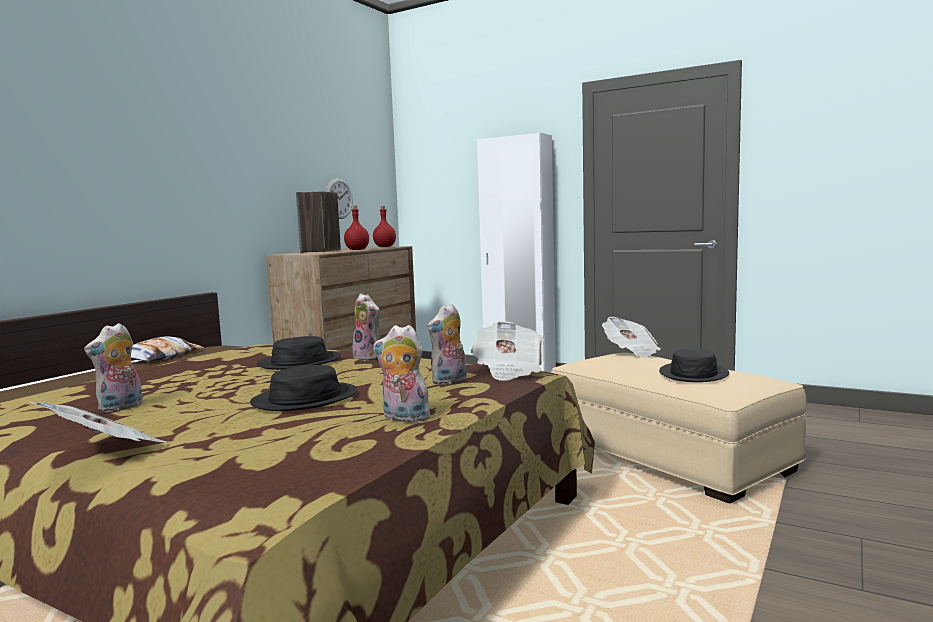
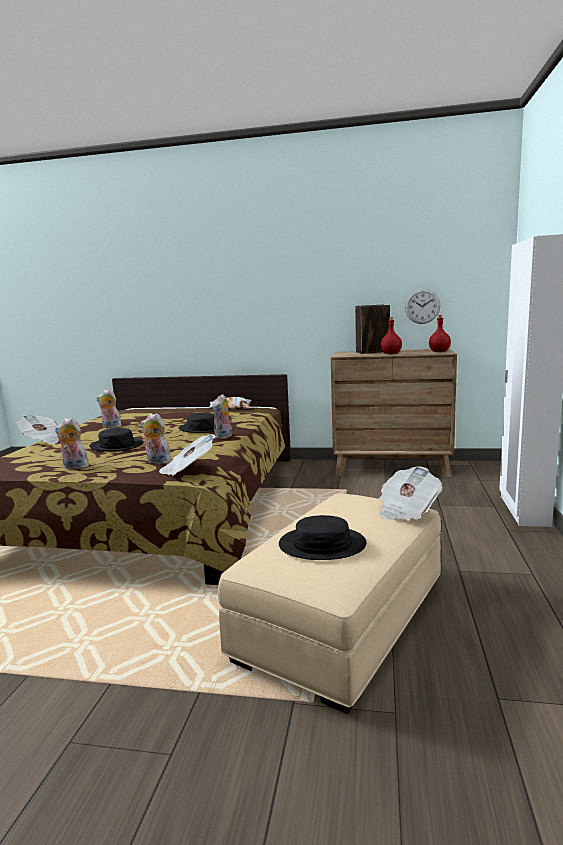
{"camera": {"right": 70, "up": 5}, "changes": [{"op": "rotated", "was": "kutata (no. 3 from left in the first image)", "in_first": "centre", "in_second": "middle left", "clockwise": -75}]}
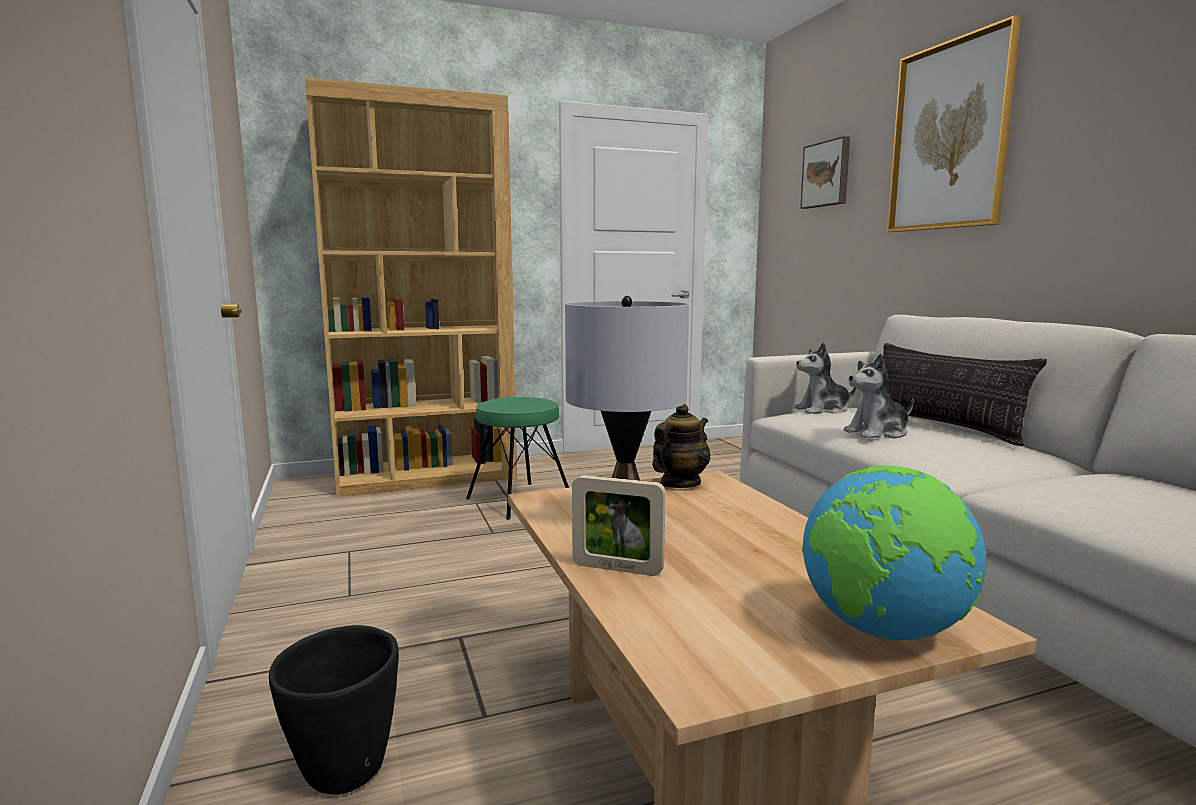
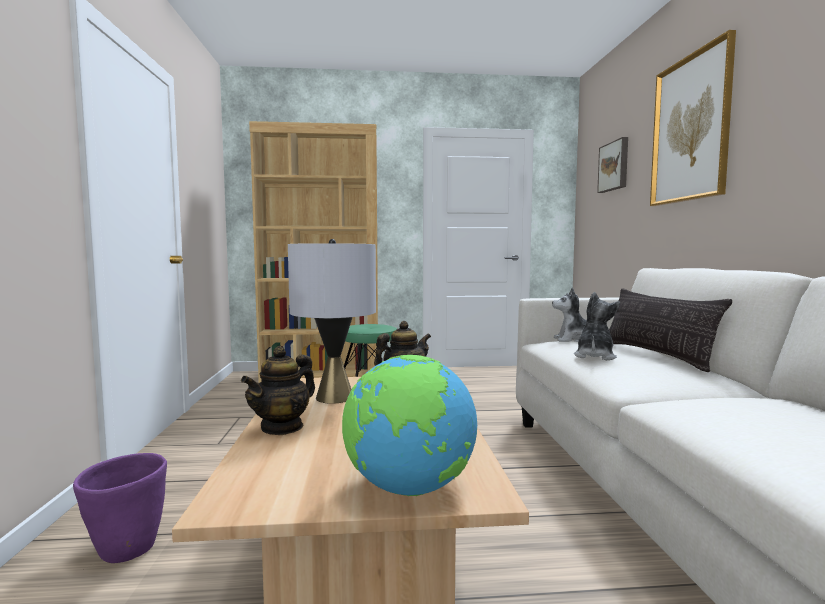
{"camera": {"right": 15, "up": -5}, "changes": [{"op": "repainted", "was": "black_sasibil", "now": "purple_sasibil", "in_first": "bottom left", "in_second": "bottom left"}, {"op": "swapped", "was": "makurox", "now": "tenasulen (no. 1 from left)", "in_first": "centre", "in_second": "centre"}, {"op": "rotated", "was": "kutata (no. 2 from left)", "in_first": "middle right", "in_second": "middle right", "clockwise": 120}]}
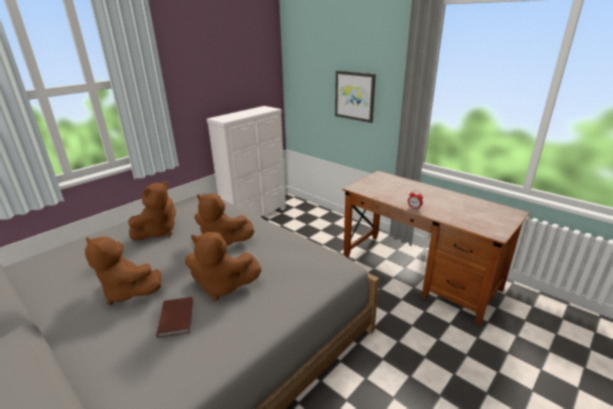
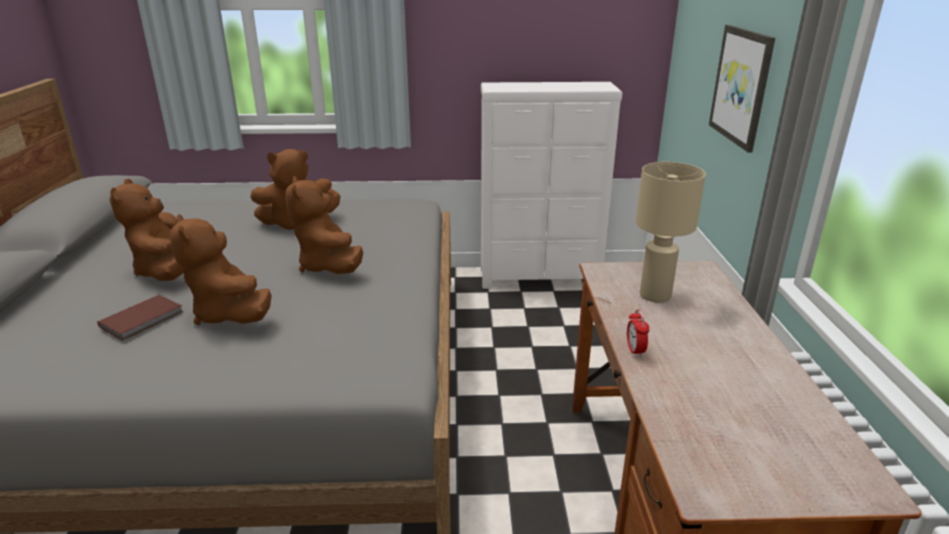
{"camera": {"right": 45, "up": 0}, "changes": [{"op": "new", "now": "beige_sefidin", "in_second": "middle right"}]}
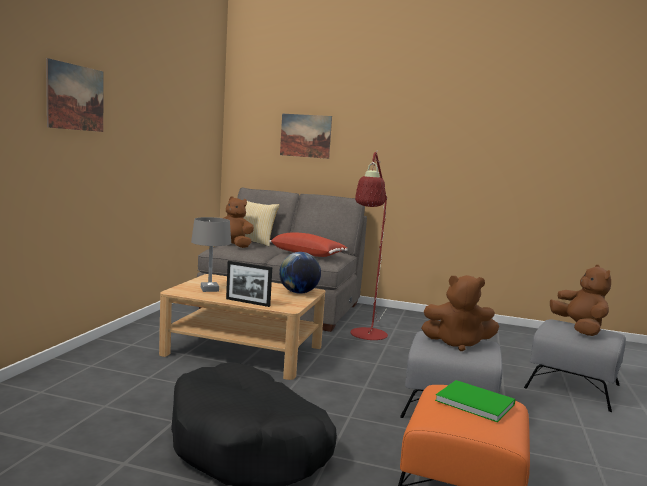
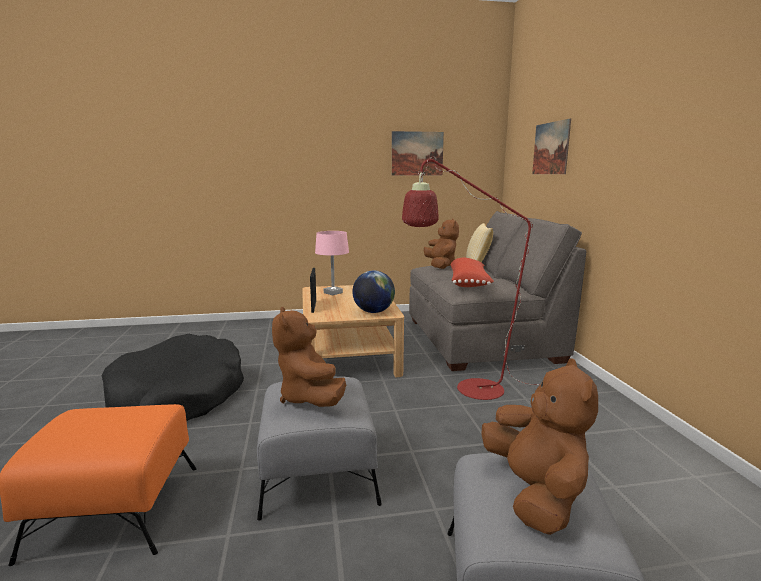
{"camera": {"right": 65, "up": 5}, "changes": [{"op": "repainted", "was": "grey_sefidin", "now": "pink_sefidin", "in_first": "middle left", "in_second": "centre"}, {"op": "shifted", "was": "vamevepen (no. 1 from left)", "in_first": "top left", "in_second": "top centre"}, {"op": "rotated", "was": "brown_kutata (no. 3 from left)", "in_first": "middle right", "in_second": "bottom right", "clockwise": -60}, {"op": "gone", "was": "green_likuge", "in_first": "bottom right"}]}
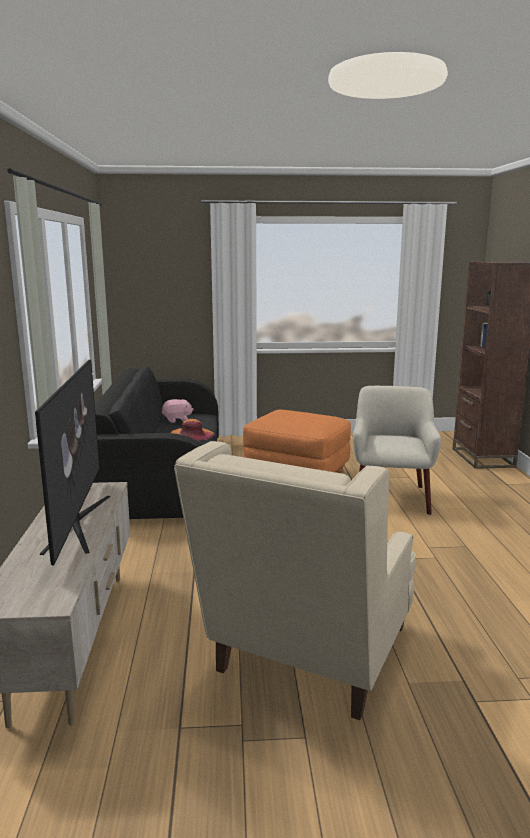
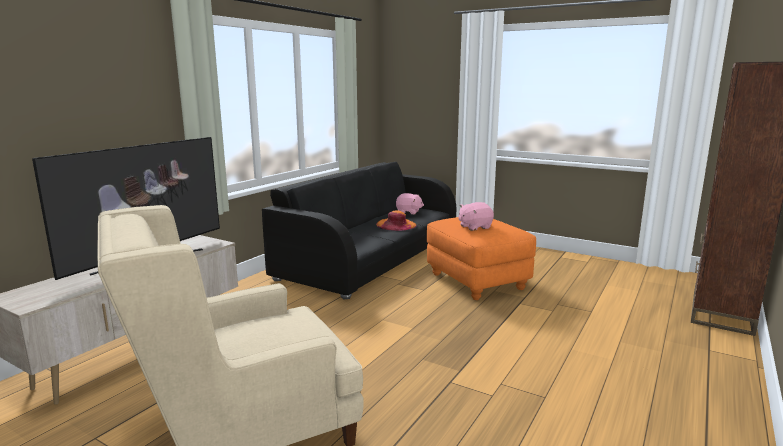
{"camera": {"right": 35, "up": 0}, "changes": [{"op": "new", "now": "pink_kutata (no. 2 from left)", "in_second": "centre"}, {"op": "gone", "was": "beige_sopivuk (no. 2 from left)", "in_first": "middle right"}]}
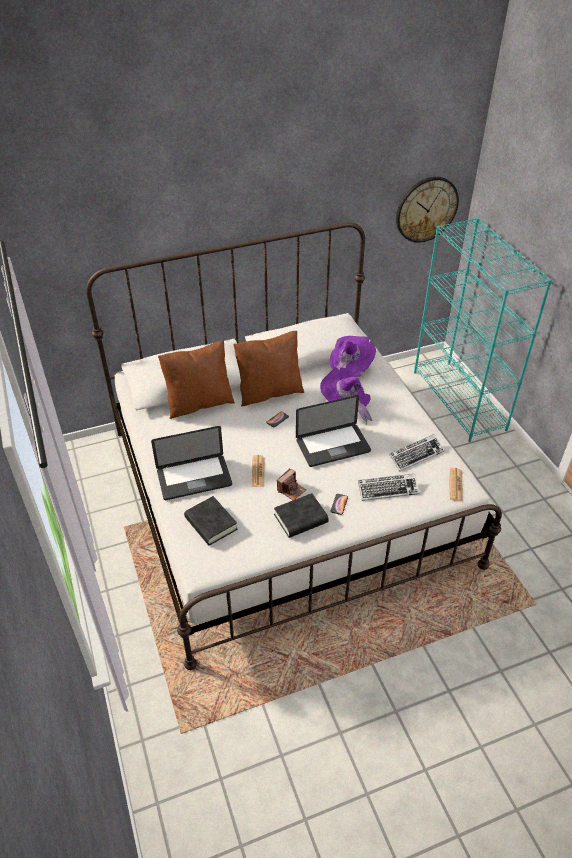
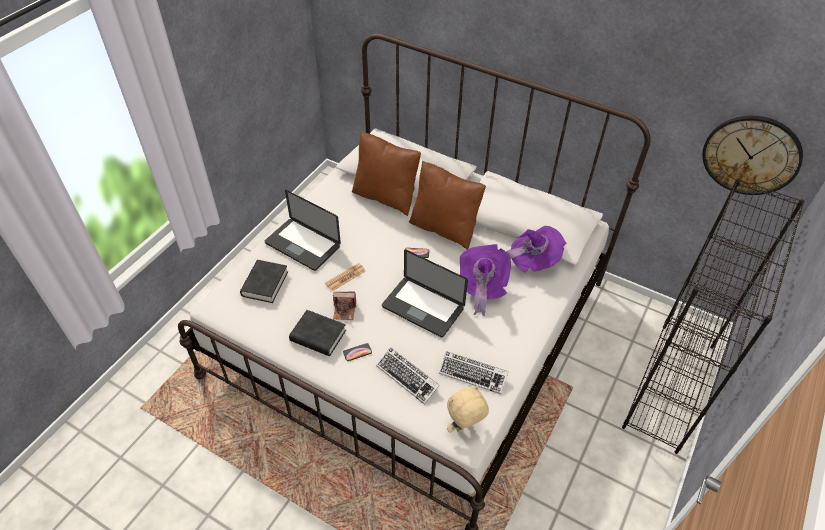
{"camera": {"right": 50, "up": 5}, "changes": [{"op": "swapped", "was": "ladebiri (no. 2 from left)", "now": "beige_kutata", "in_first": "middle right", "in_second": "bottom centre"}, {"op": "repainted", "was": "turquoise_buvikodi", "now": "black_buvikodi", "in_first": "middle right", "in_second": "middle right"}]}
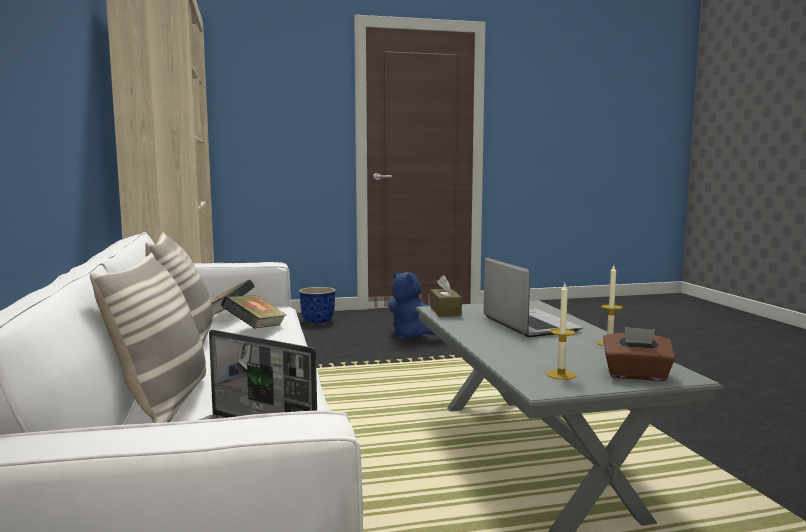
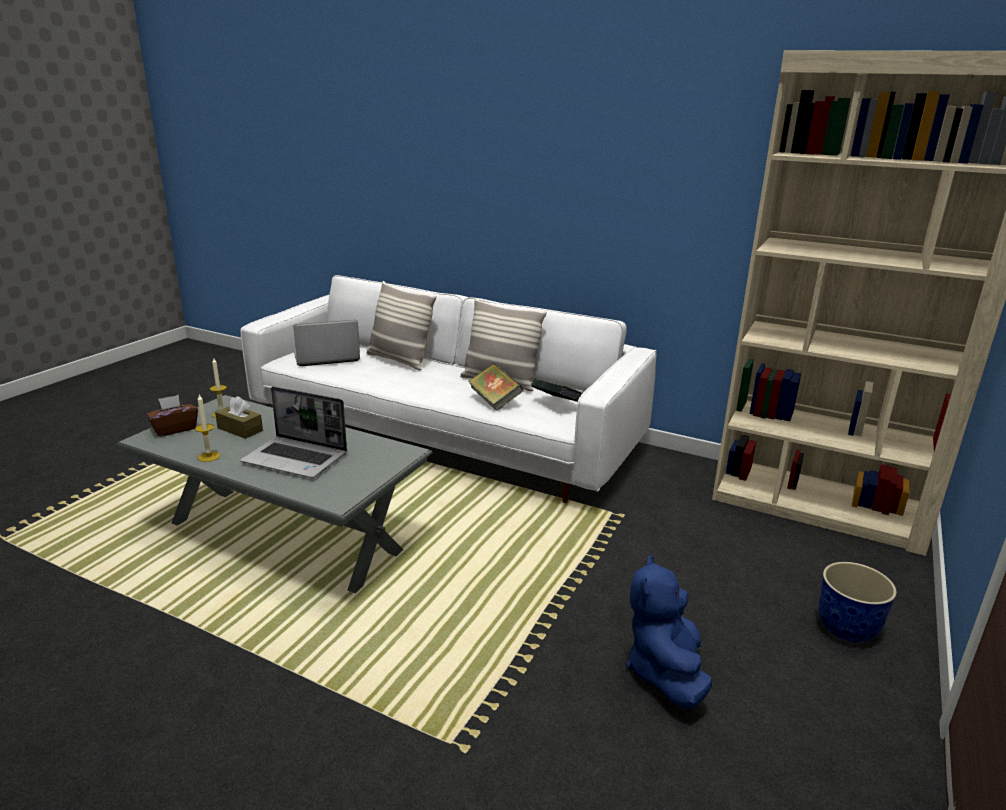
{"camera": {"right": 130, "up": 15}, "changes": [{"op": "shifted", "was": "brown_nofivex (no. 1 from left in the first image)", "now": "brown_nofivex (no. 2 from left)", "in_first": "centre", "in_second": "middle left"}, {"op": "rotated", "was": "blue_kutata", "in_first": "centre", "in_second": "bottom centre", "clockwise": -75}]}
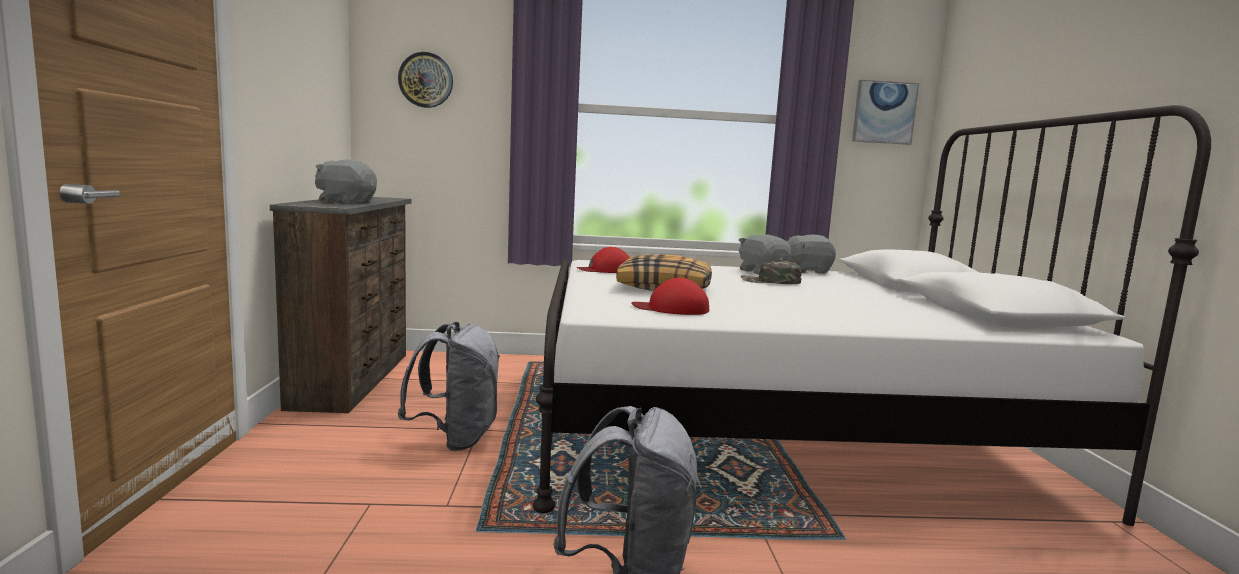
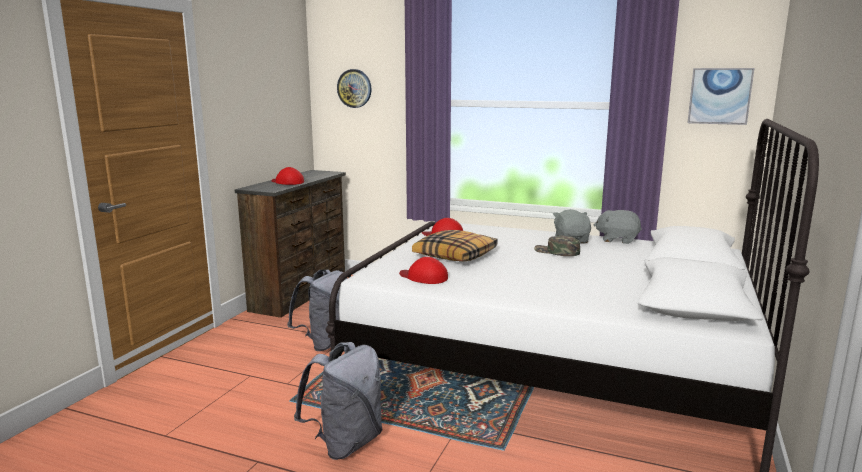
{"camera": {"right": 25, "up": 5}, "changes": [{"op": "swapped", "was": "grey_kutata (no. 1 from left)", "now": "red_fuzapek (no. 1 from left)", "in_first": "top left", "in_second": "centre"}]}
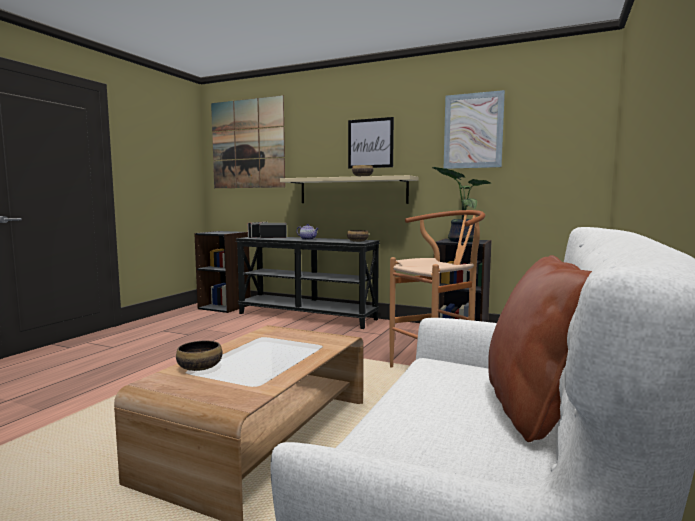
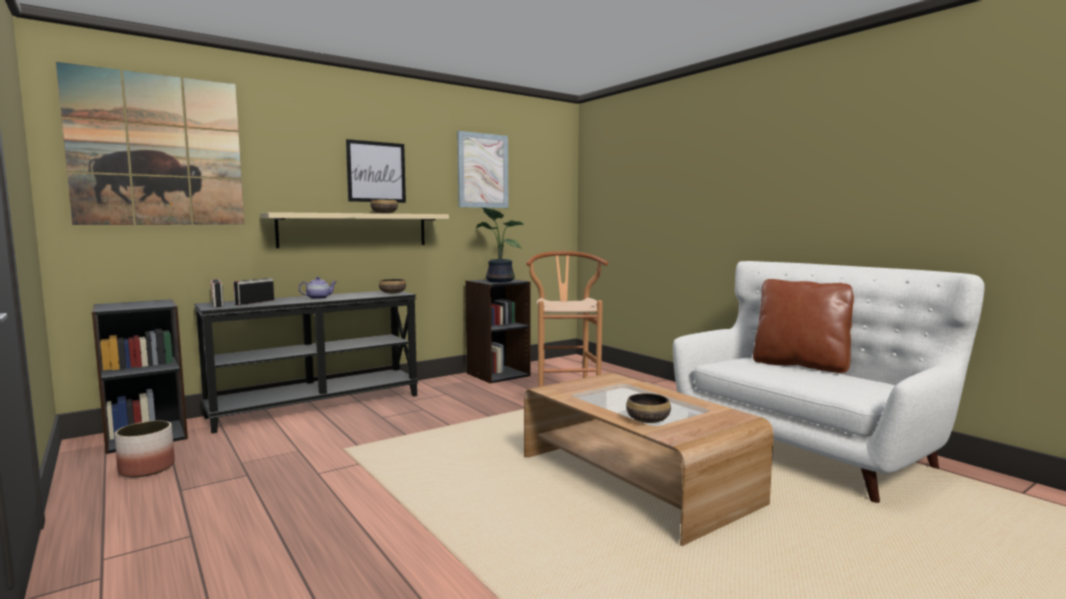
{"camera": {"right": -60, "up": 0}, "changes": [{"op": "new", "now": "sasibil", "in_second": "bottom left"}]}
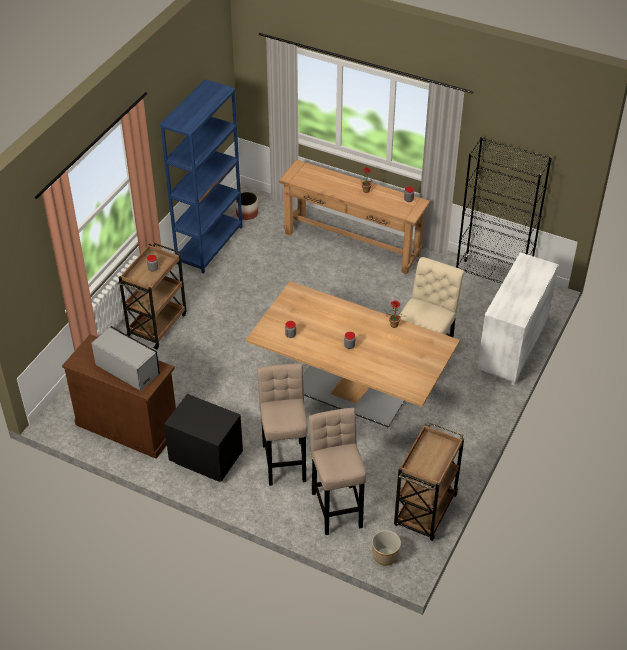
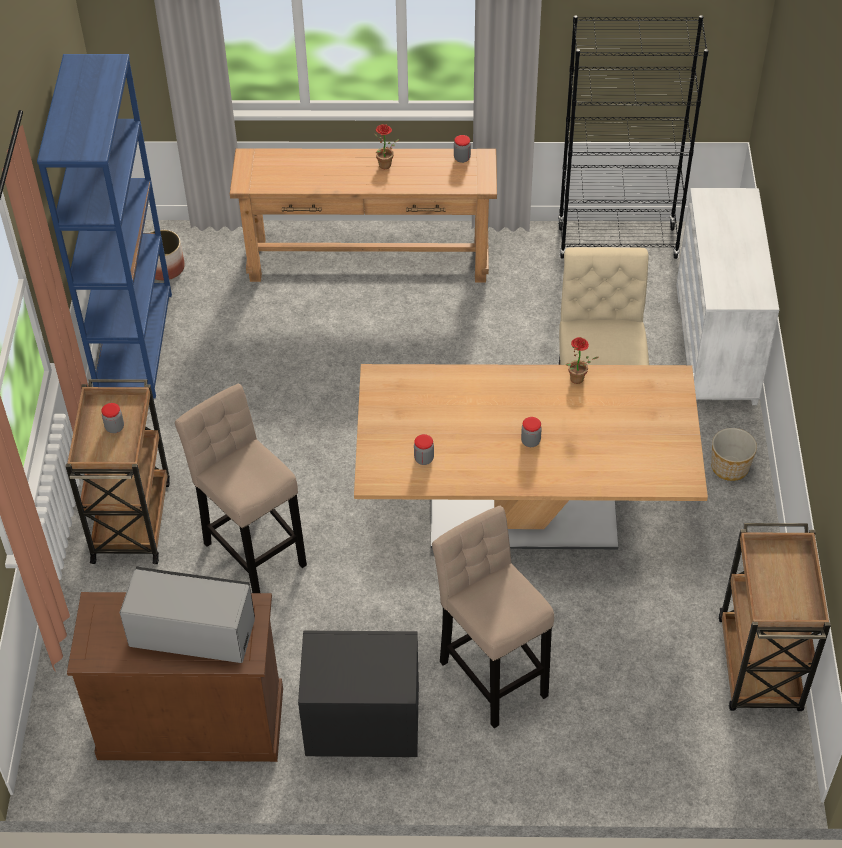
{"camera": {"right": -25, "up": 5}, "changes": [{"op": "shifted", "was": "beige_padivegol (no. 2 from left in the first image)", "now": "beige_padivegol (no. 1 from left)", "in_first": "bottom centre", "in_second": "middle left"}, {"op": "shifted", "was": "sasibil (no. 2 from left)", "in_first": "bottom centre", "in_second": "middle right"}]}
